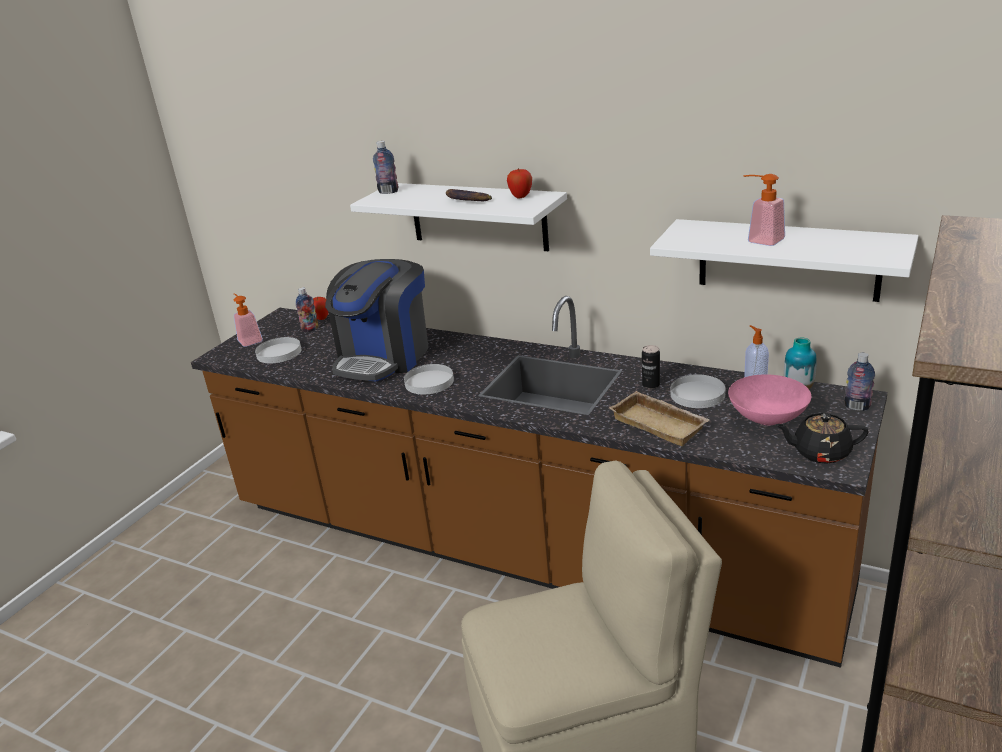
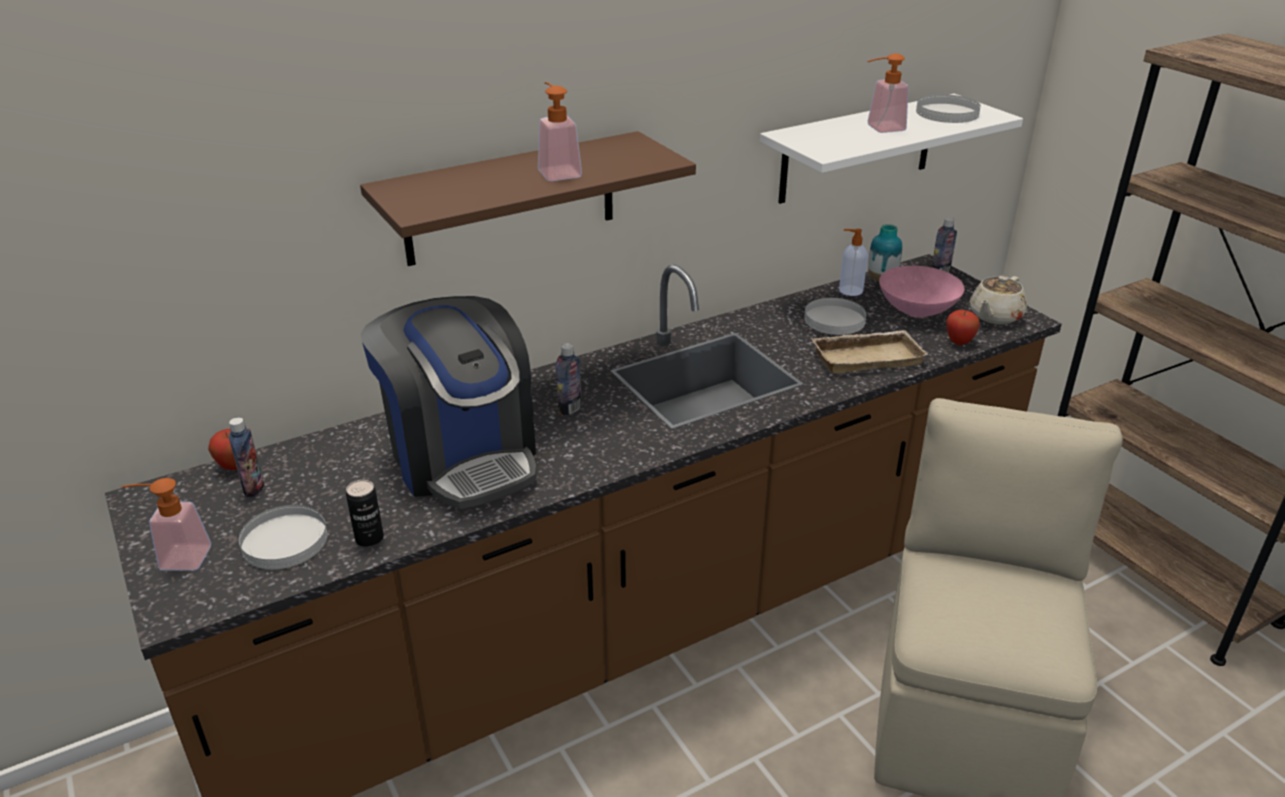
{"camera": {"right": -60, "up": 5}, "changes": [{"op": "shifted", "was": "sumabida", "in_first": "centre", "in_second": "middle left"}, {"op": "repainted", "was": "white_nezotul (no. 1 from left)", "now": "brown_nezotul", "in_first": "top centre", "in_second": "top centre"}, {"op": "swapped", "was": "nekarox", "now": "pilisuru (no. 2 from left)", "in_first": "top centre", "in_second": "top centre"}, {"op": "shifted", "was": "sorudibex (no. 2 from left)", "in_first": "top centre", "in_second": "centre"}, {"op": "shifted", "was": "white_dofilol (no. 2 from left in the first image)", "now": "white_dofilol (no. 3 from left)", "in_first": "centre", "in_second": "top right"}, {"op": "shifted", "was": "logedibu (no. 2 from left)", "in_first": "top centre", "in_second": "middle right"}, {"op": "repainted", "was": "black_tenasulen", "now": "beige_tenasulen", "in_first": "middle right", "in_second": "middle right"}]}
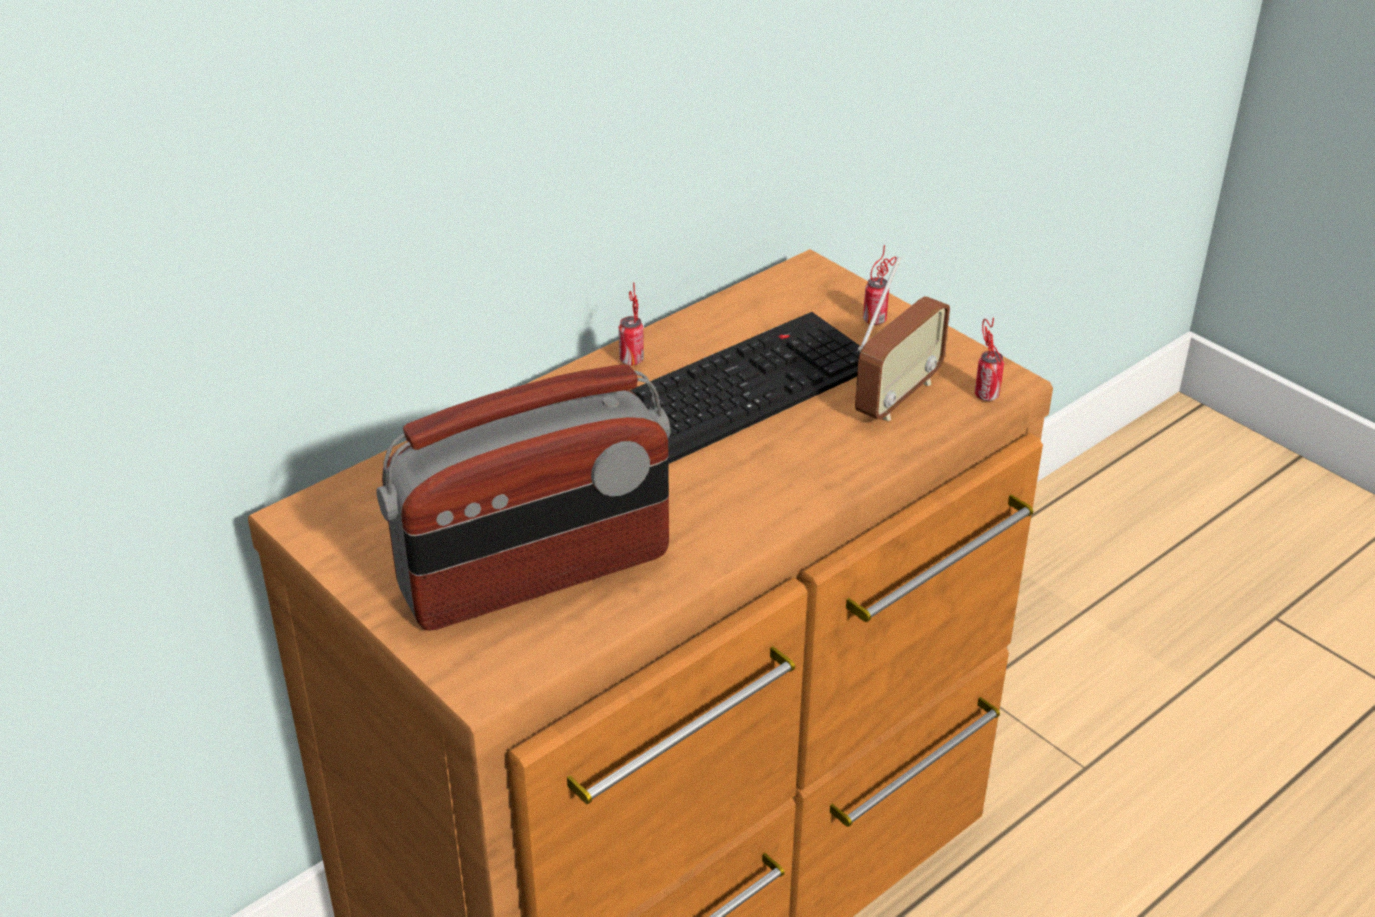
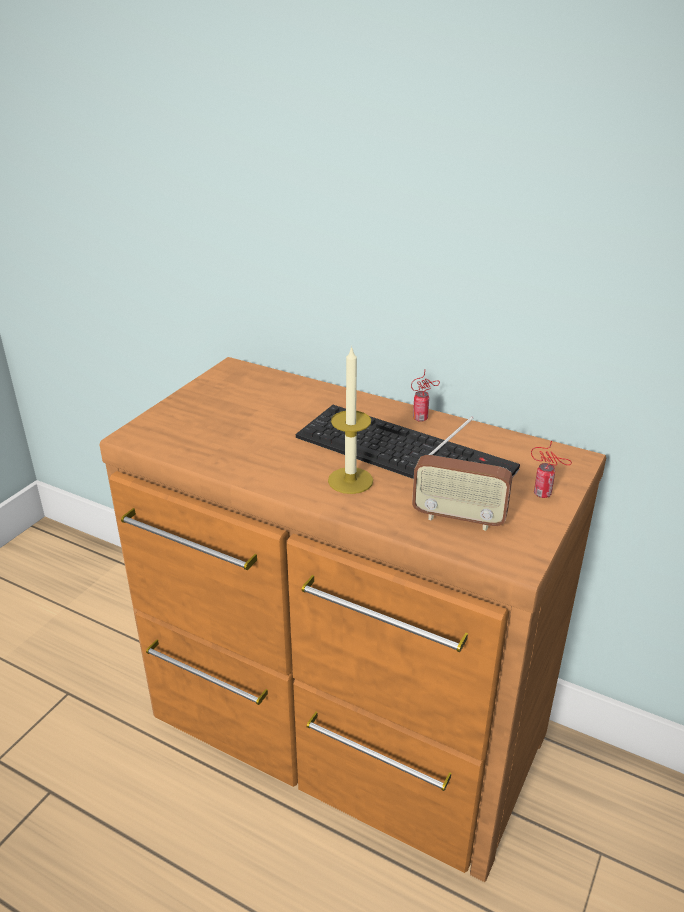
{"camera": {"right": 70, "up": -5}, "changes": [{"op": "new", "now": "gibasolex", "in_second": "centre"}, {"op": "gone", "was": "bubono (no. 1 from left)", "in_first": "centre"}, {"op": "gone", "was": "sumabida (no. 3 from left)", "in_first": "middle right"}]}
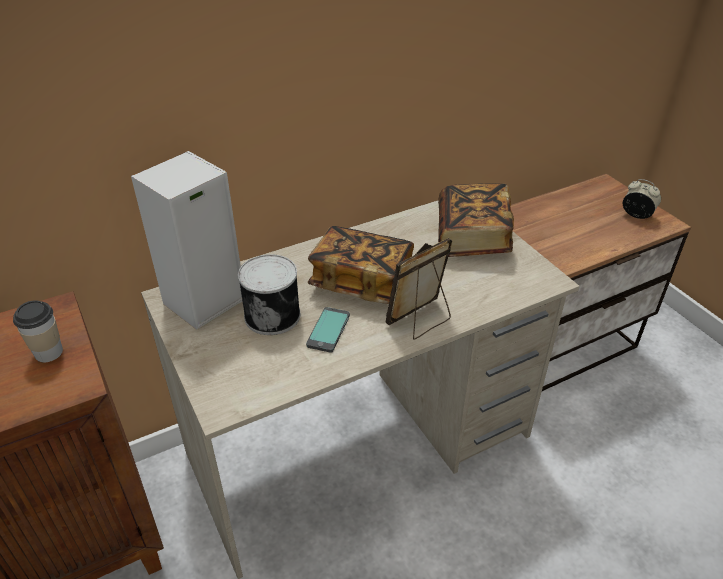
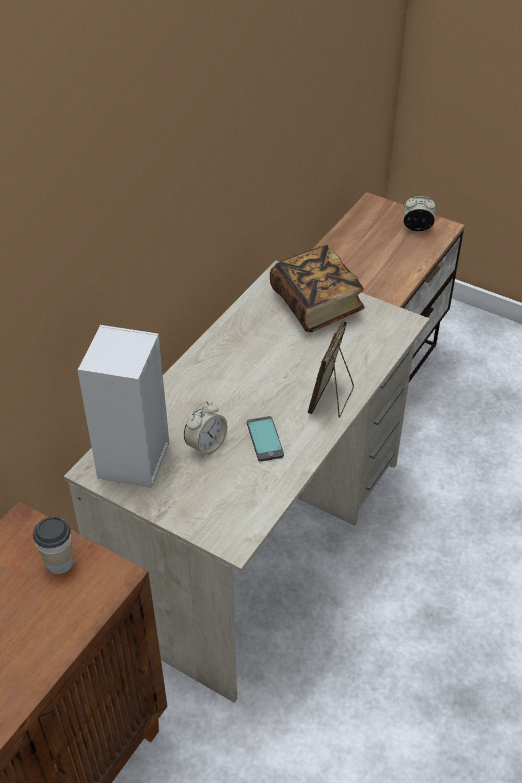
{"camera": {"right": -30, "up": 5}, "changes": [{"op": "swapped", "was": "sumabida", "now": "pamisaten (no. 1 from left)", "in_first": "centre", "in_second": "centre"}, {"op": "gone", "was": "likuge (no. 1 from left)", "in_first": "centre"}]}
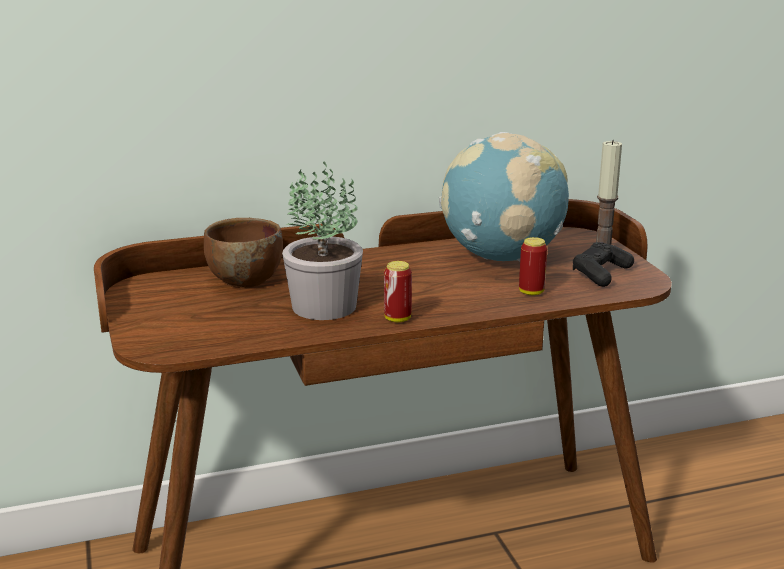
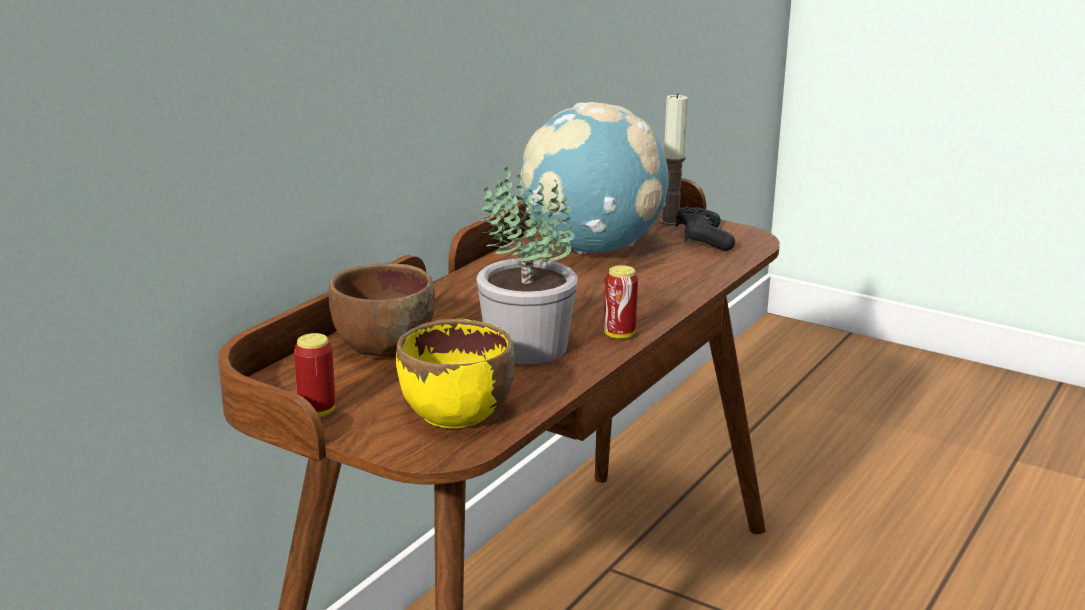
{"camera": {"right": -40, "up": 0}, "changes": [{"op": "shifted", "was": "sumabida (no. 2 from left in the first image)", "now": "sumabida (no. 1 from left)", "in_first": "middle right", "in_second": "middle left"}, {"op": "new", "now": "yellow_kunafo", "in_second": "centre"}]}
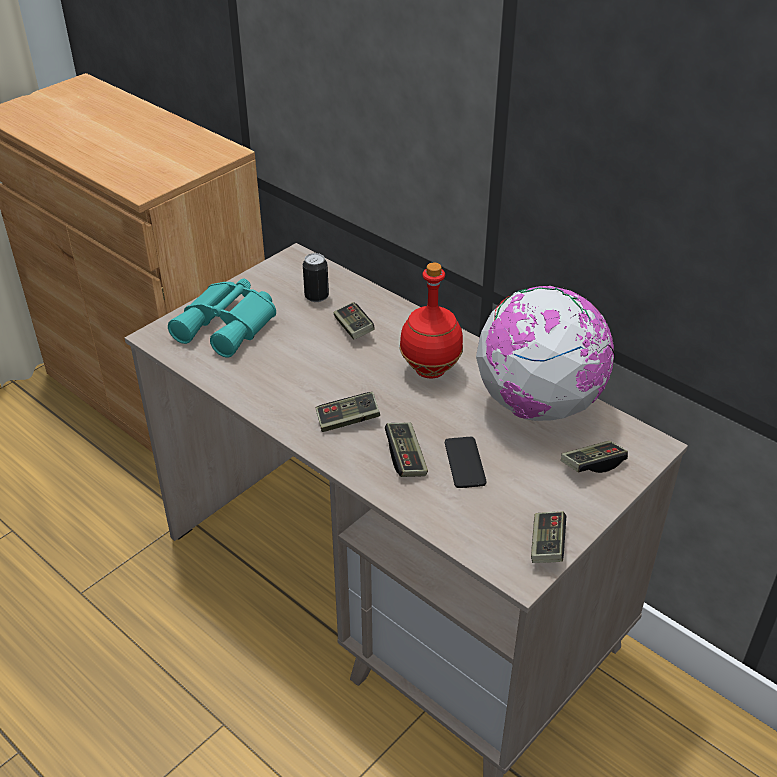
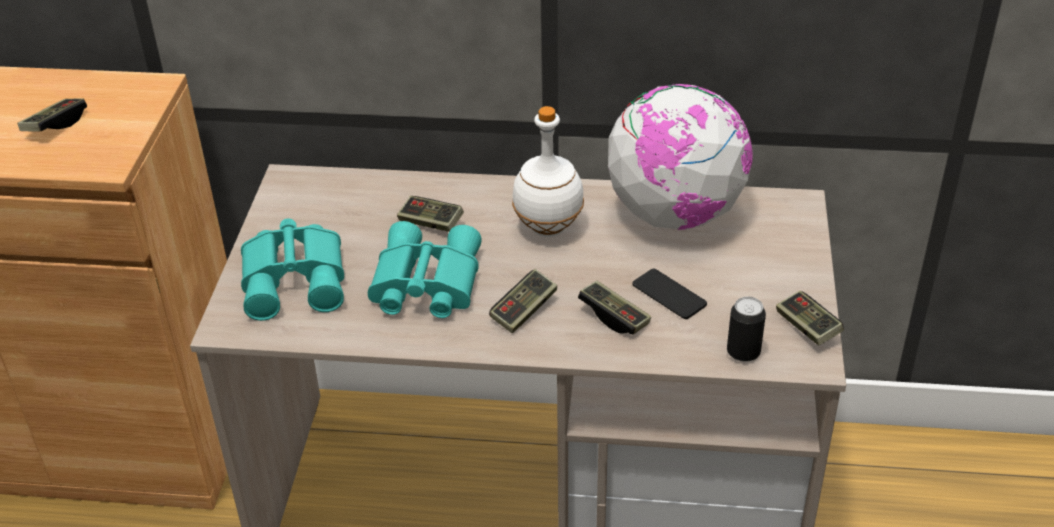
{"camera": {"right": -35, "up": 0}, "changes": [{"op": "shifted", "was": "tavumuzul (no. 5 from left in the first image)", "now": "tavumuzul (no. 1 from left)", "in_first": "middle right", "in_second": "top left"}, {"op": "new", "now": "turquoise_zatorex (no. 2 from left)", "in_second": "centre"}, {"op": "repainted", "was": "red_sorudibex", "now": "white_sorudibex", "in_first": "centre", "in_second": "top centre"}, {"op": "shifted", "was": "sumabida", "in_first": "centre", "in_second": "middle right"}]}
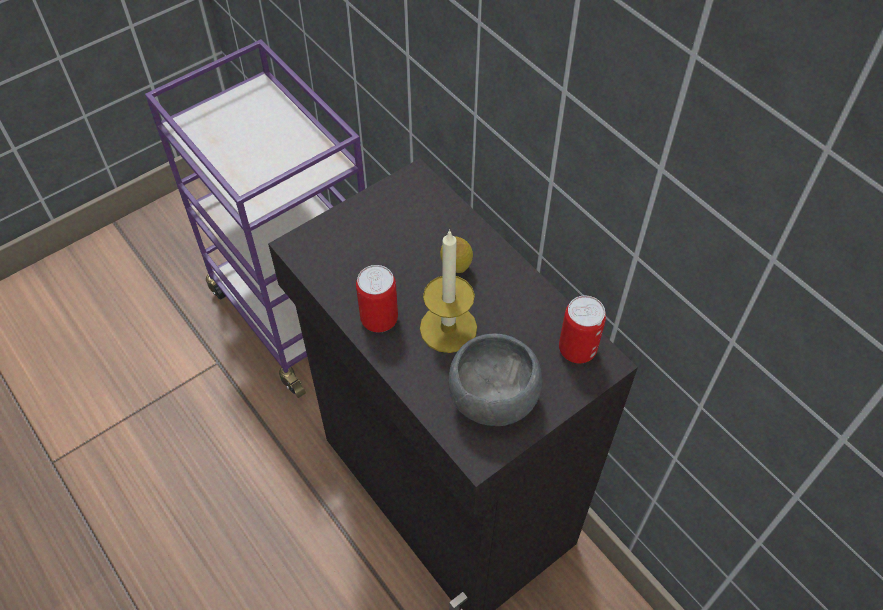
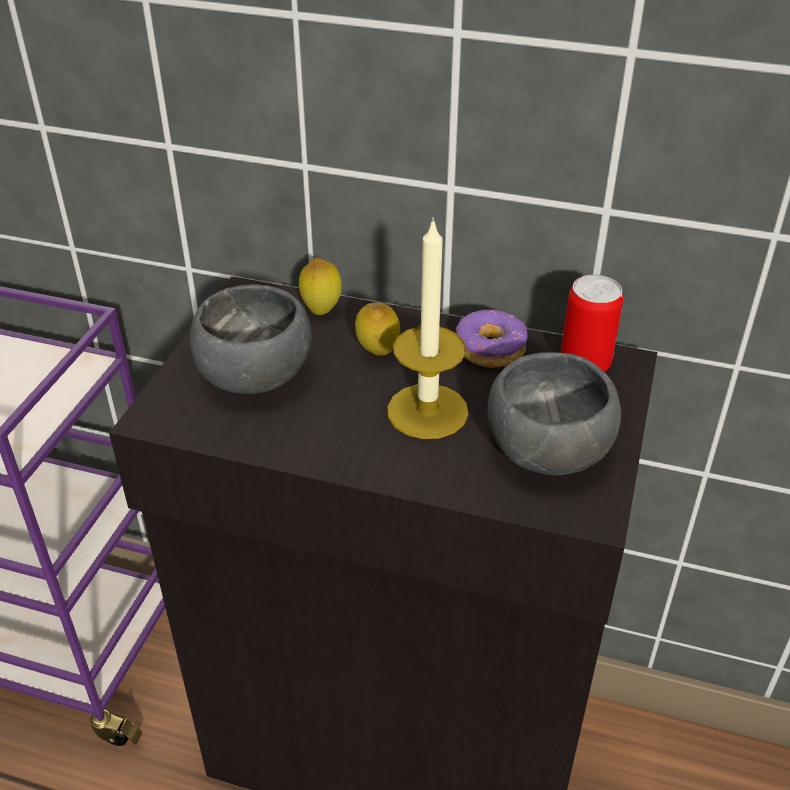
{"camera": {"right": -35, "up": -15}, "changes": [{"op": "new", "now": "grey_kunafo (no. 1 from left)", "in_second": "middle left"}, {"op": "new", "now": "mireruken (no. 1 from left)", "in_second": "centre"}, {"op": "new", "now": "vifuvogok", "in_second": "centre"}, {"op": "gone", "was": "sumabida (no. 1 from left)", "in_first": "centre"}]}
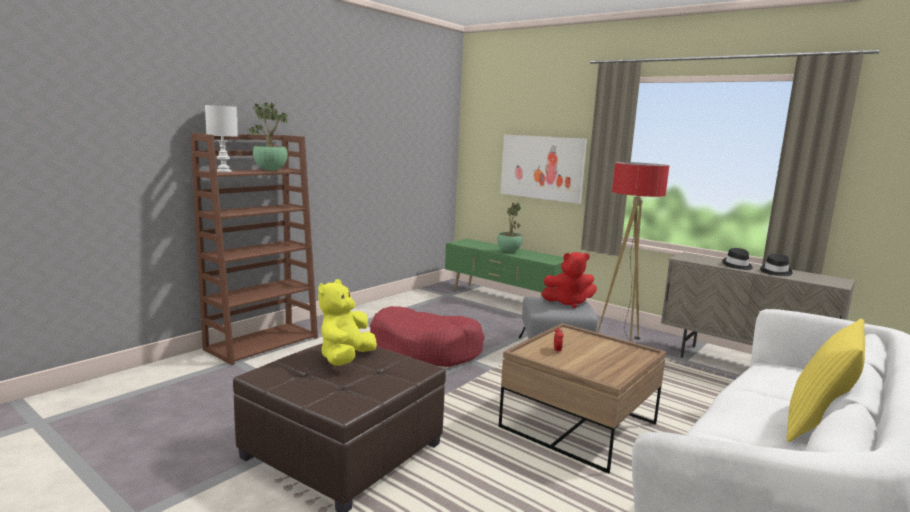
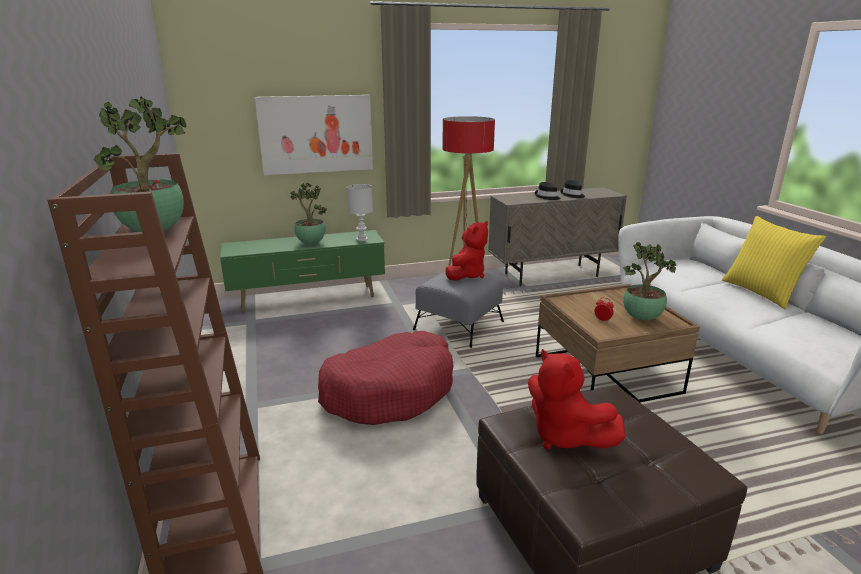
{"camera": {"right": -55, "up": 10}, "changes": [{"op": "shifted", "was": "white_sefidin", "in_first": "top left", "in_second": "centre"}, {"op": "repainted", "was": "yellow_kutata", "now": "red_kutata (no. 2 from left)", "in_first": "centre", "in_second": "bottom right"}, {"op": "new", "now": "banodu (no. 3 from left)", "in_second": "middle right"}]}
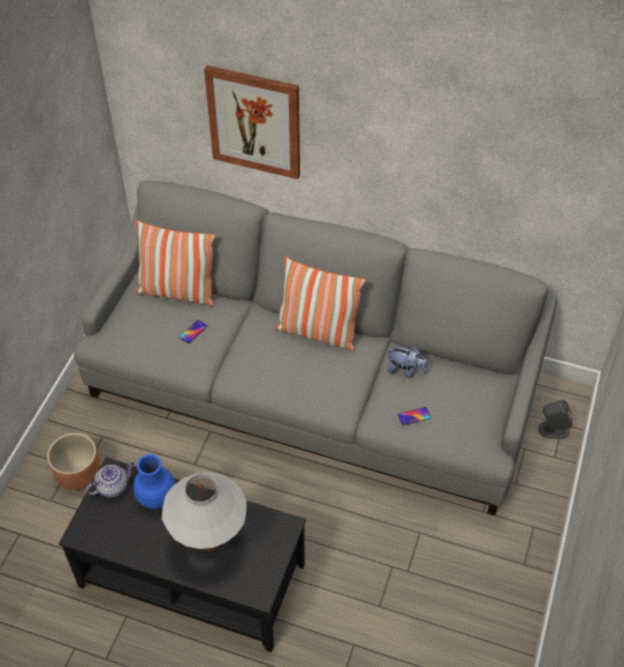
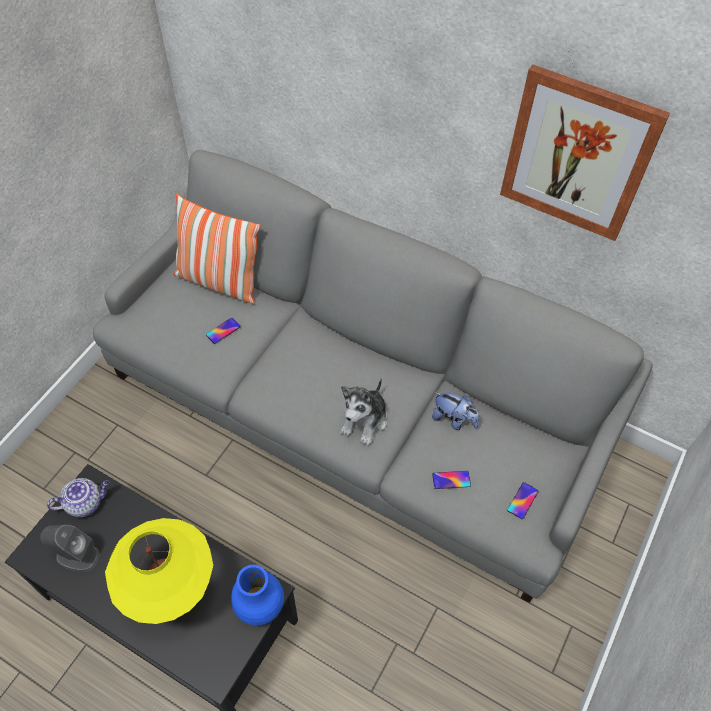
{"camera": {"right": 10, "up": 5}, "changes": [{"op": "shifted", "was": "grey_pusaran", "in_first": "middle right", "in_second": "bottom left"}, {"op": "repainted", "was": "white_sefidin", "now": "yellow_sefidin", "in_first": "bottom left", "in_second": "bottom left"}, {"op": "shifted", "was": "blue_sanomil", "in_first": "bottom left", "in_second": "bottom centre"}, {"op": "new", "now": "kutata (no. 1 from left)", "in_second": "centre"}, {"op": "shifted", "was": "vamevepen", "in_first": "top centre", "in_second": "top right"}, {"op": "new", "now": "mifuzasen (no. 3 from left)", "in_second": "bottom right"}, {"op": "gone", "was": "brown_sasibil", "in_first": "bottom left"}, {"op": "gone", "was": "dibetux (no. 2 from left)", "in_first": "centre"}]}
